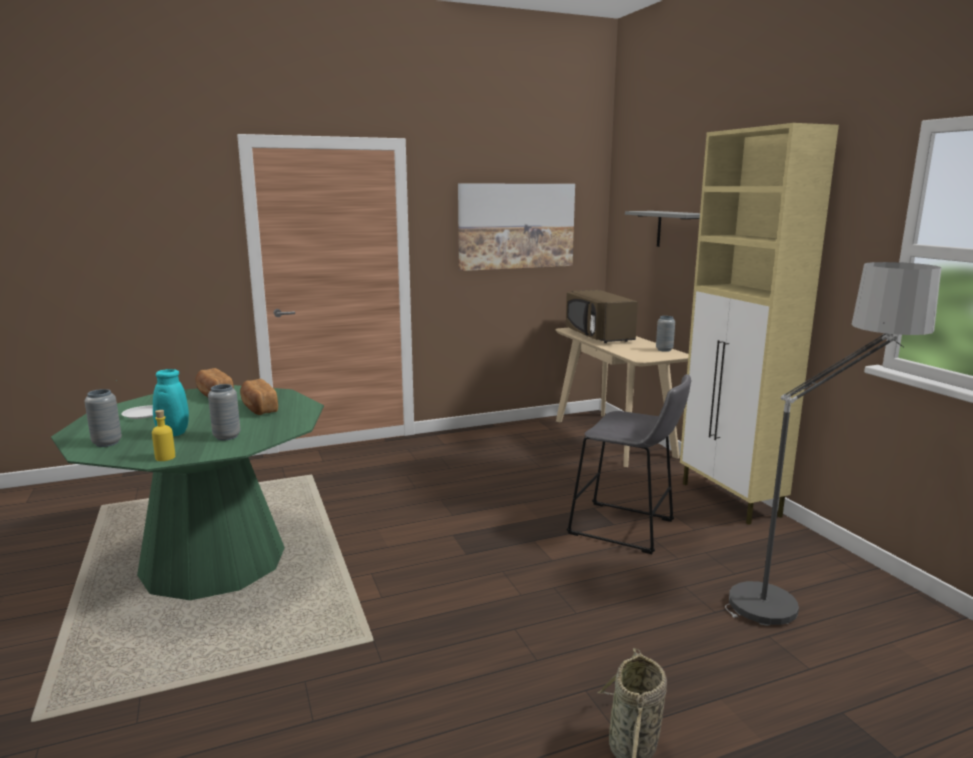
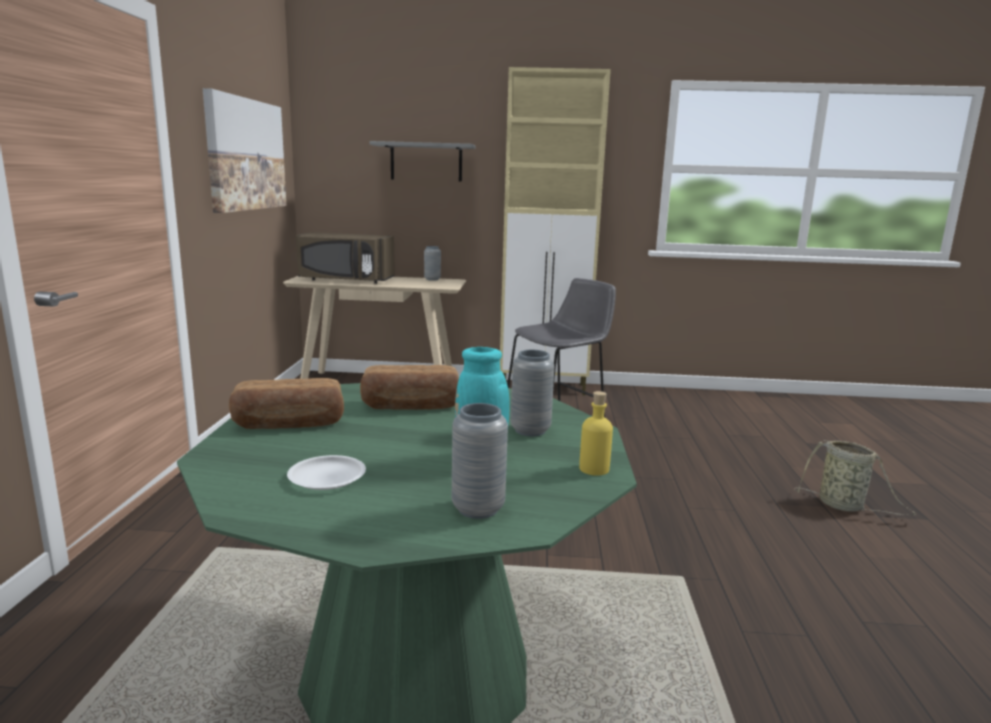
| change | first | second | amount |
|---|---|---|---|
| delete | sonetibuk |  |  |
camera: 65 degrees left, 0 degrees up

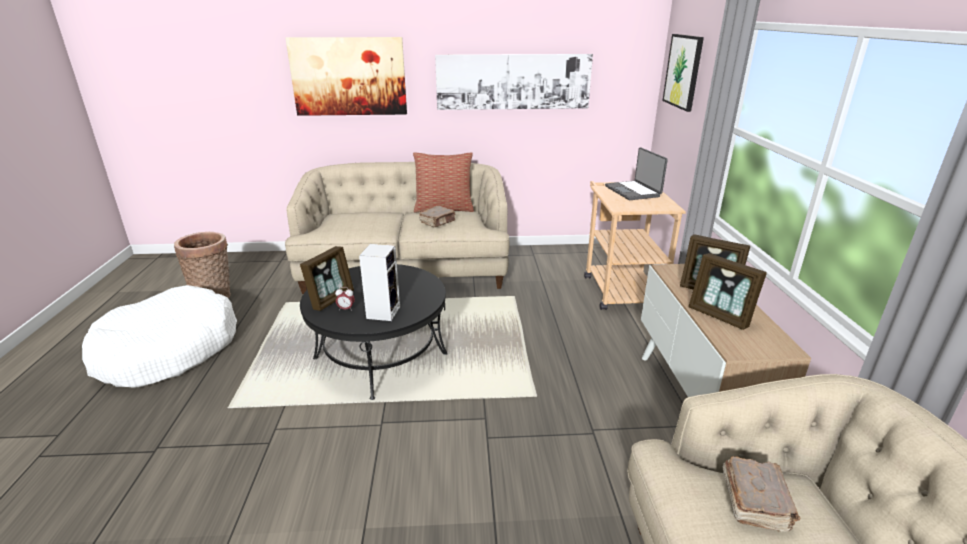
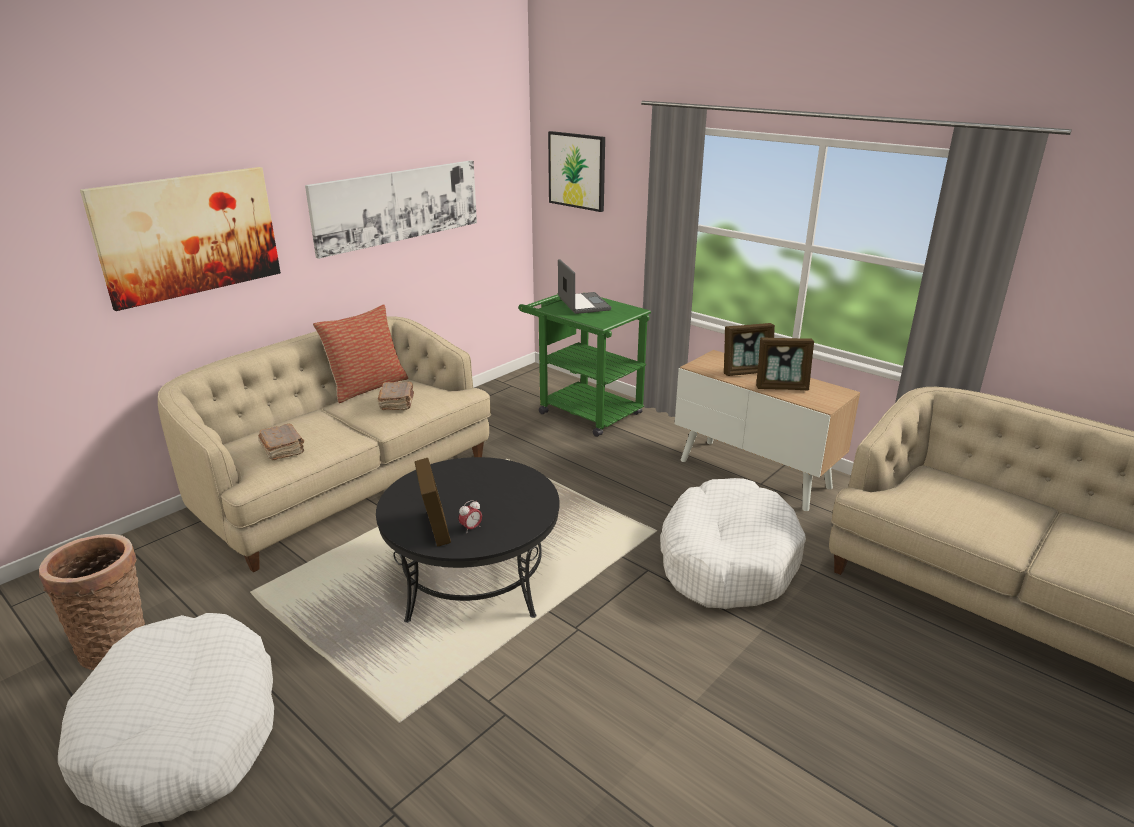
| change | first | second | amount |
|---|---|---|---|
| delete | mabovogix |  |  |
| recolor | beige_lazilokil | green_lazilokil |  |
| rotate | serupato |  | 135 degrees counterclockwise |
| move | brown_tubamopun (2nd from left in the first image) | brown_tubamopun (1st from left) |  |
| insert |  | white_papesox (2nd from left) |  |
camera: 45 degrees left, 0 degrees up

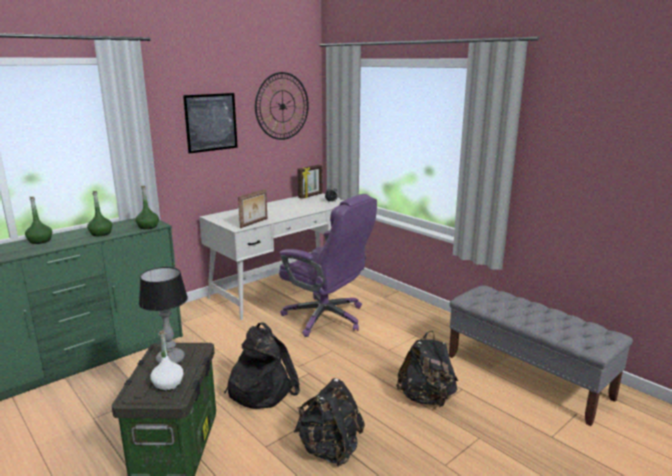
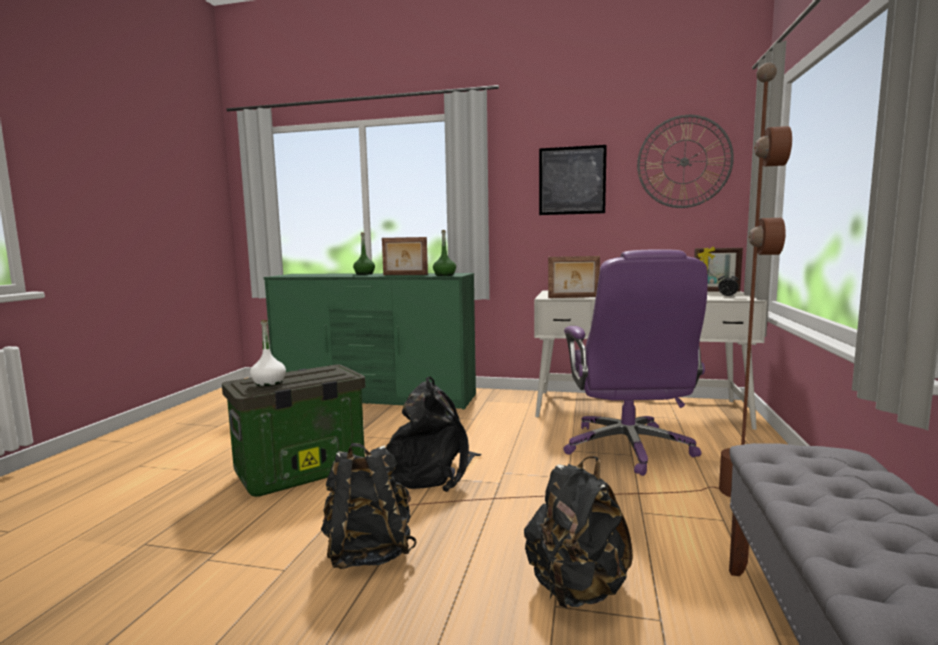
| change | first | second | amount |
|---|---|---|---|
| replace | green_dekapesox (2nd from left) | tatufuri (1st from left) |  |
| delete | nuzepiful |  |  |
| insert |  | brown_sonetibuk |  |
camera: 55 degrees right, 10 degrees down

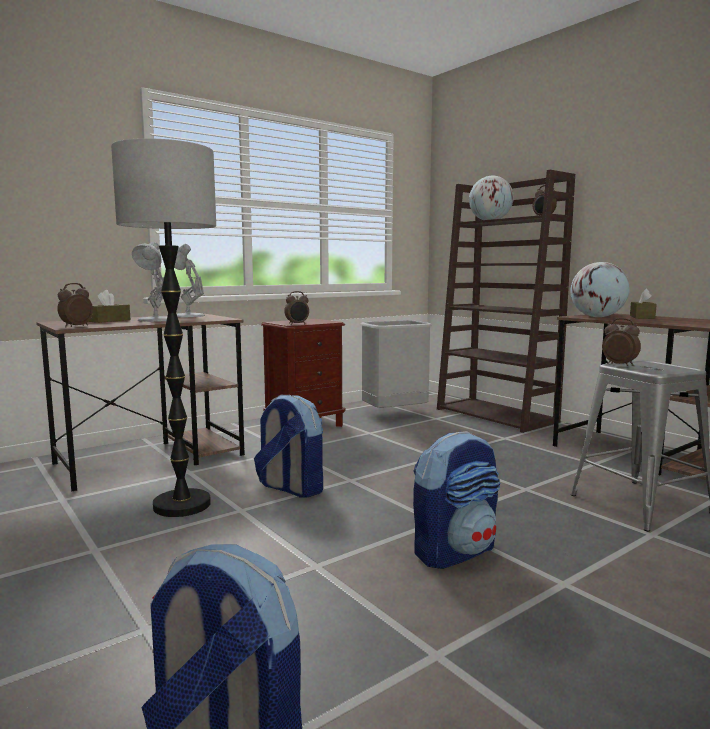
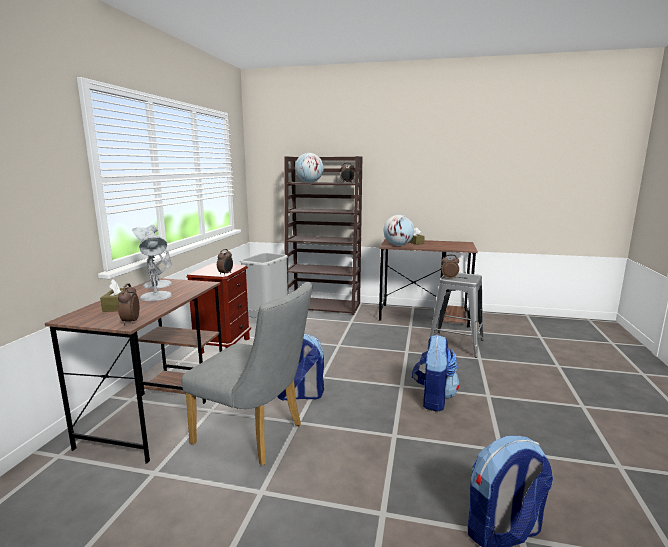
| change | first | second | amount |
|---|---|---|---|
| replace | sonetibuk | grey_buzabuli |  |
camera: 40 degrees left, 5 degrees up

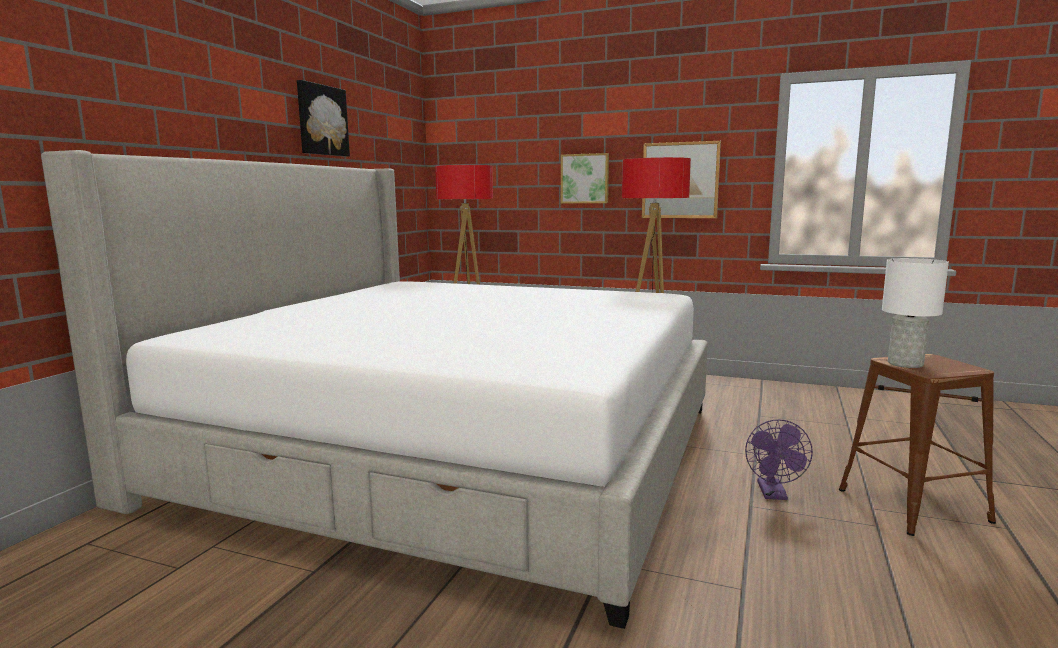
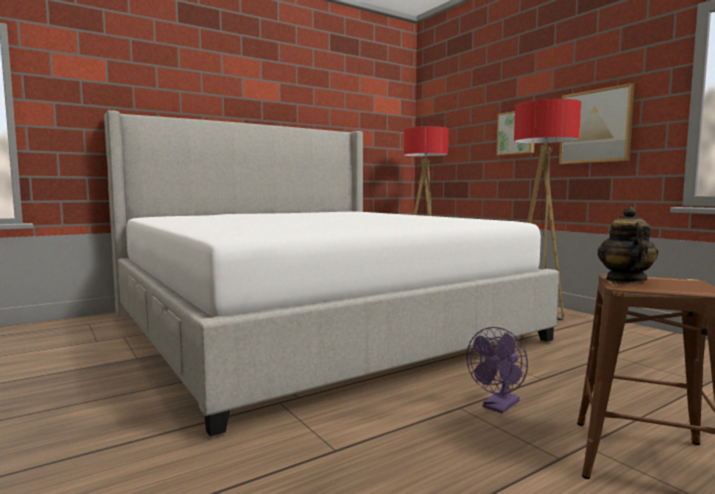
| change | first | second | amount |
|---|---|---|---|
| delete | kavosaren (1st from left) |  |  |
| replace | white_nuzepiful | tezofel |  |
camera: 35 degrees right, 5 degrees down

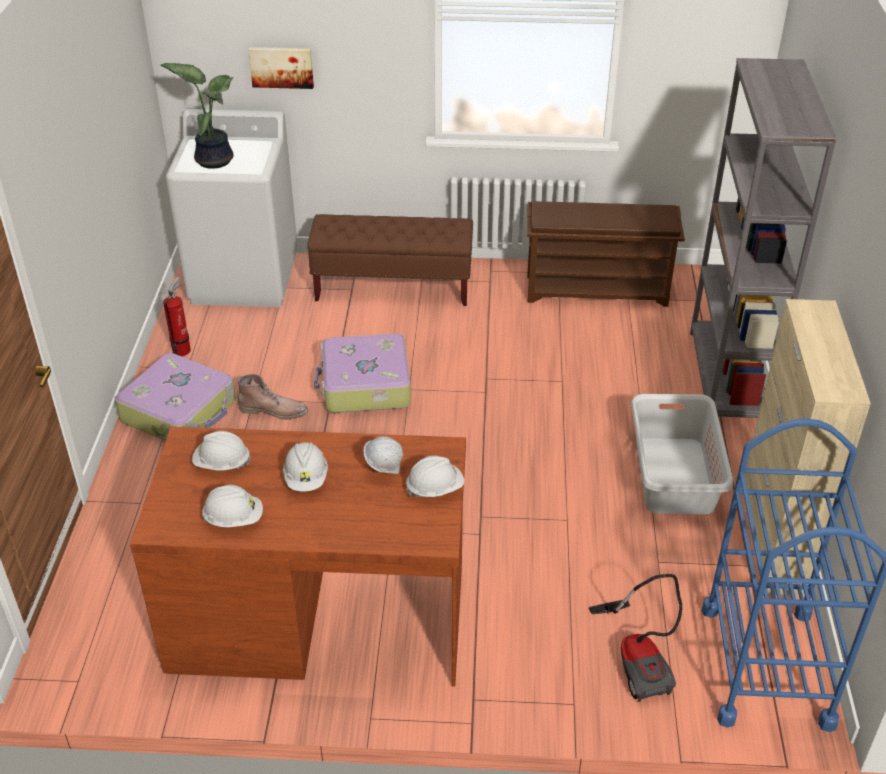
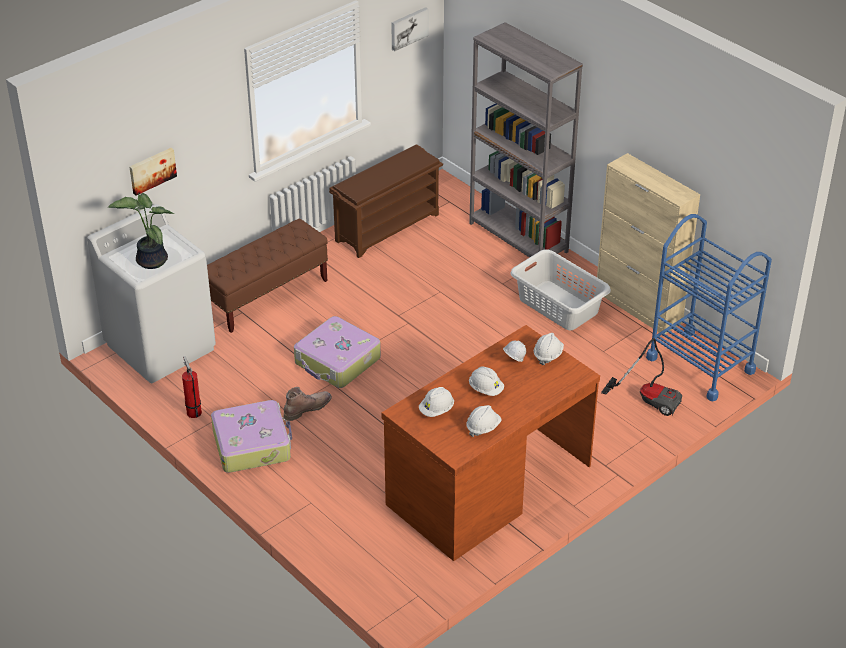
| change | first | second | amount |
|---|---|---|---|
| insert |  | kavosaren (2nd from left) |  |
camera: 45 degrees left, 0 degrees up

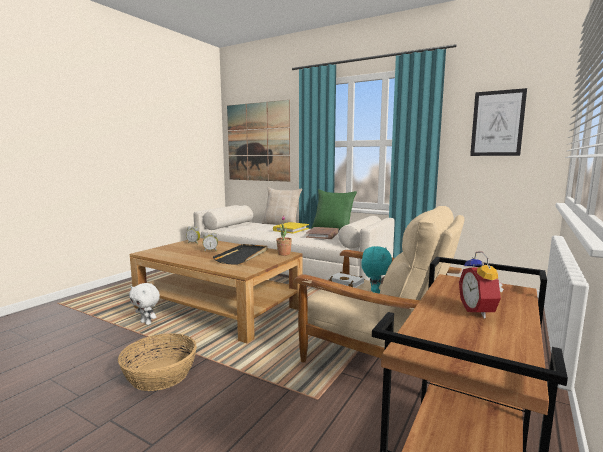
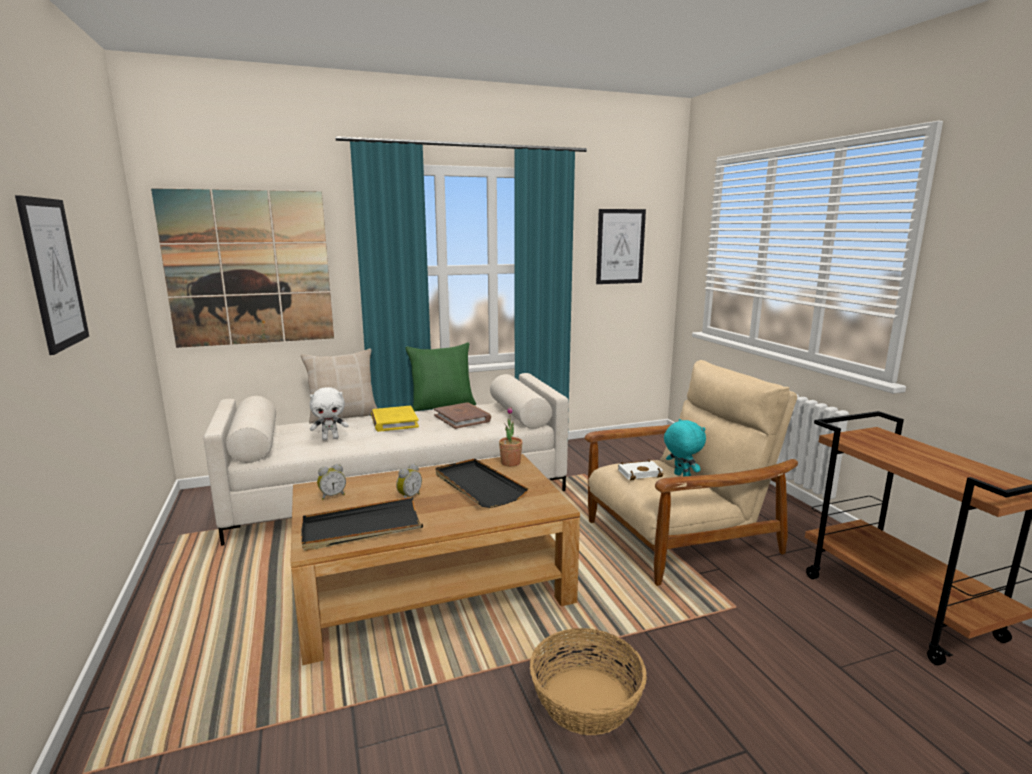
| change | first | second | amount |
|---|---|---|---|
| move | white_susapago |  |  |
| delete | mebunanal (3rd from left) |  |  |
| insert |  | kavosaren (1st from left) |  |
| insert |  | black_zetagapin (1st from left) |  |
camera: 50 degrees left, 5 degrees up

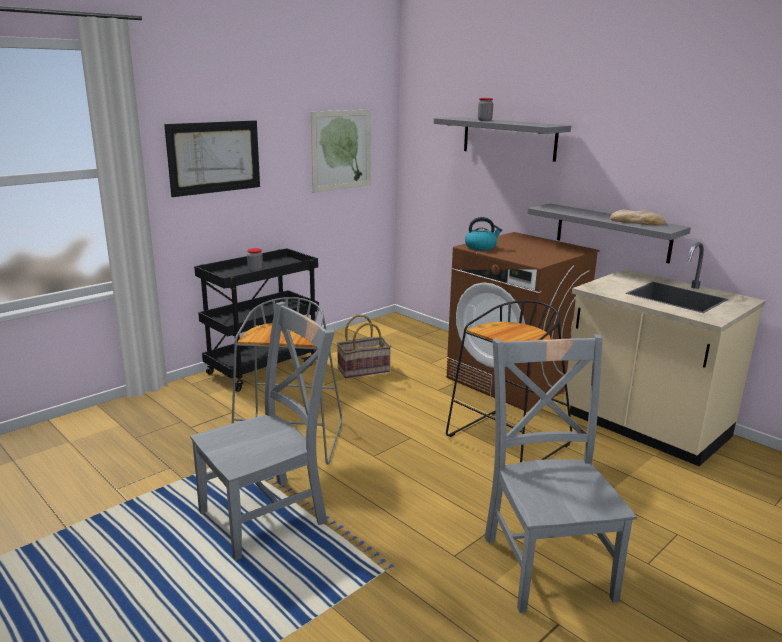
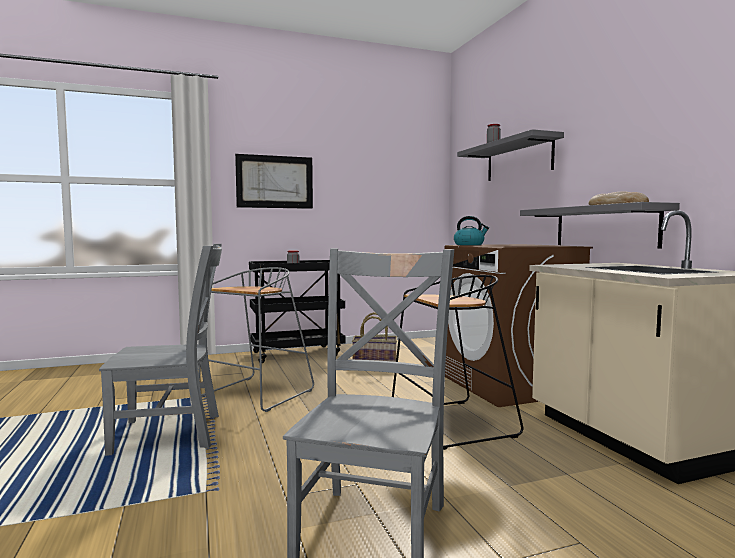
| change | first | second | amount |
|---|---|---|---|
| delete | kavosaren (2nd from left) |  |  |
camera: 25 degrees right, 15 degrees down

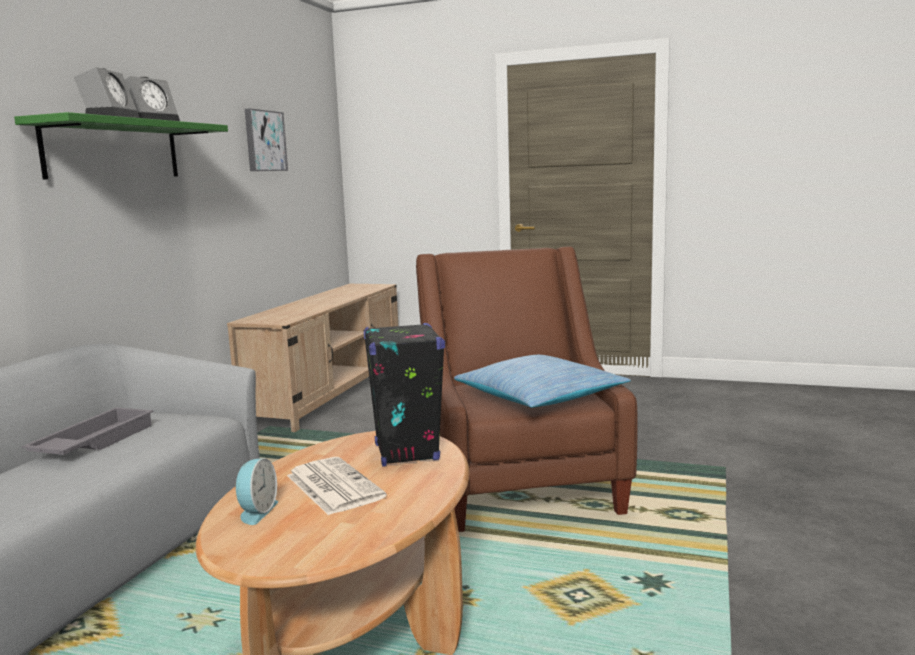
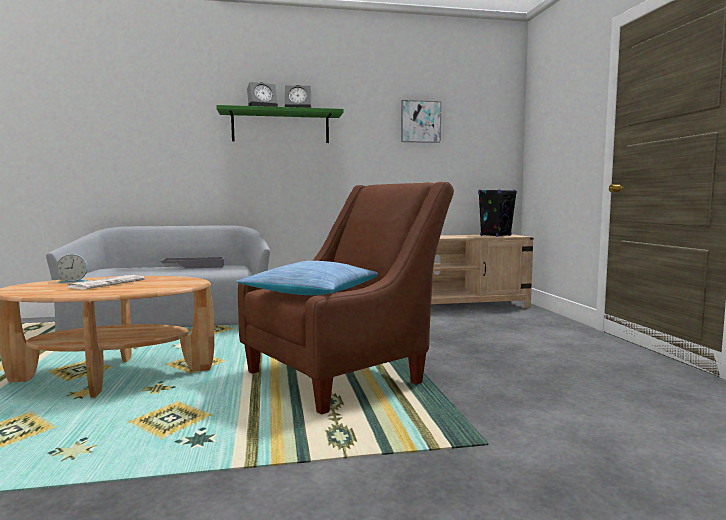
| change | first | second | amount |
|---|---|---|---|
| move | black_mabovogix |  |  |
camera: 60 degrees right, 5 degrees down

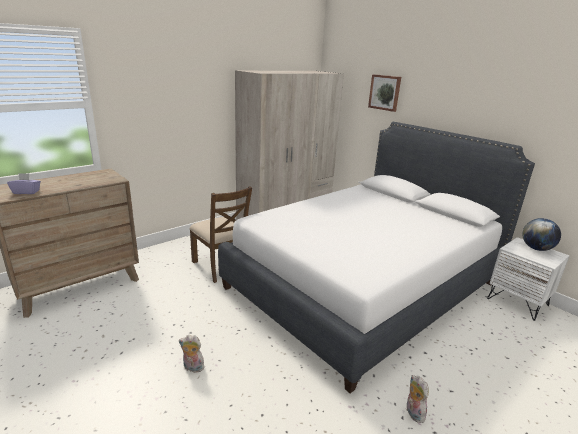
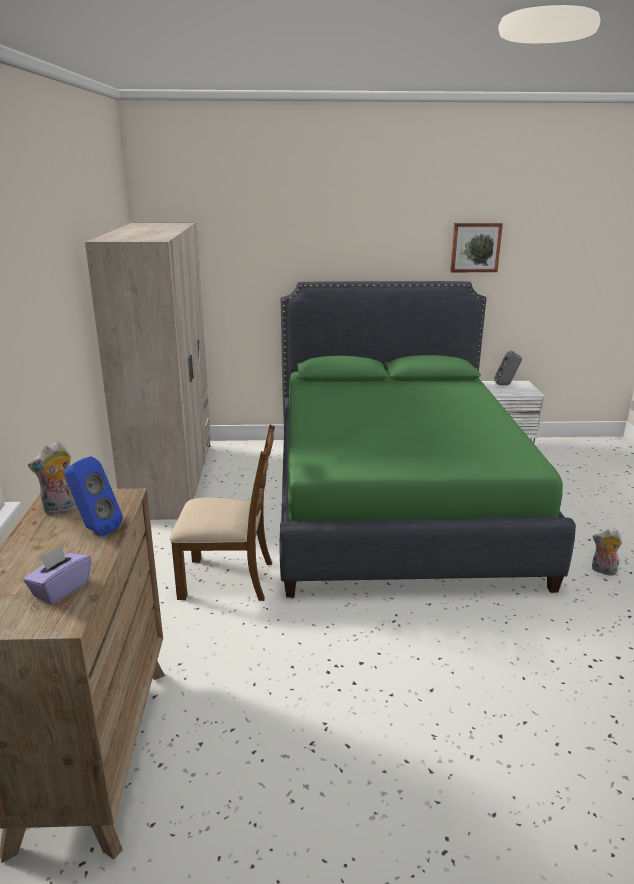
| change | first | second | amount |
|---|---|---|---|
| move | susapago (1st from left) |  |  |
| recolor | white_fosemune | green_fosemune |  |
| move | kavosaren |  |  |
| replace | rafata | grey_mabovogix |  |
| insert |  | blue_mabovogix |  |
camera: 50 degrees left, 0 degrees up

